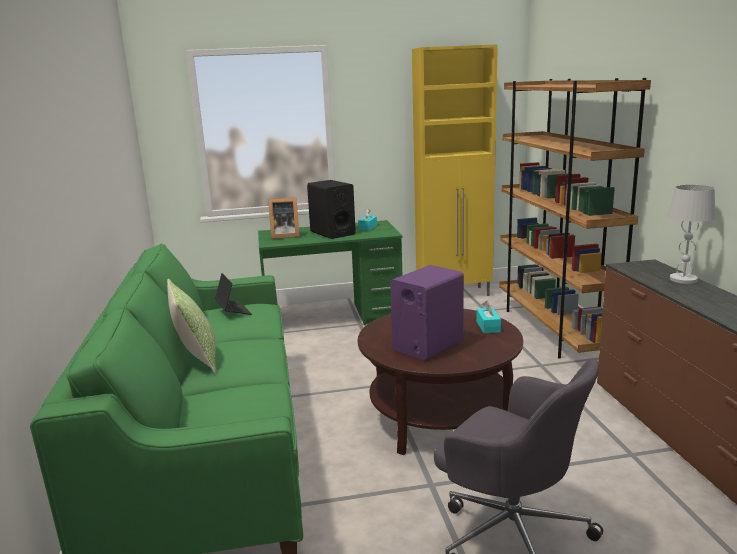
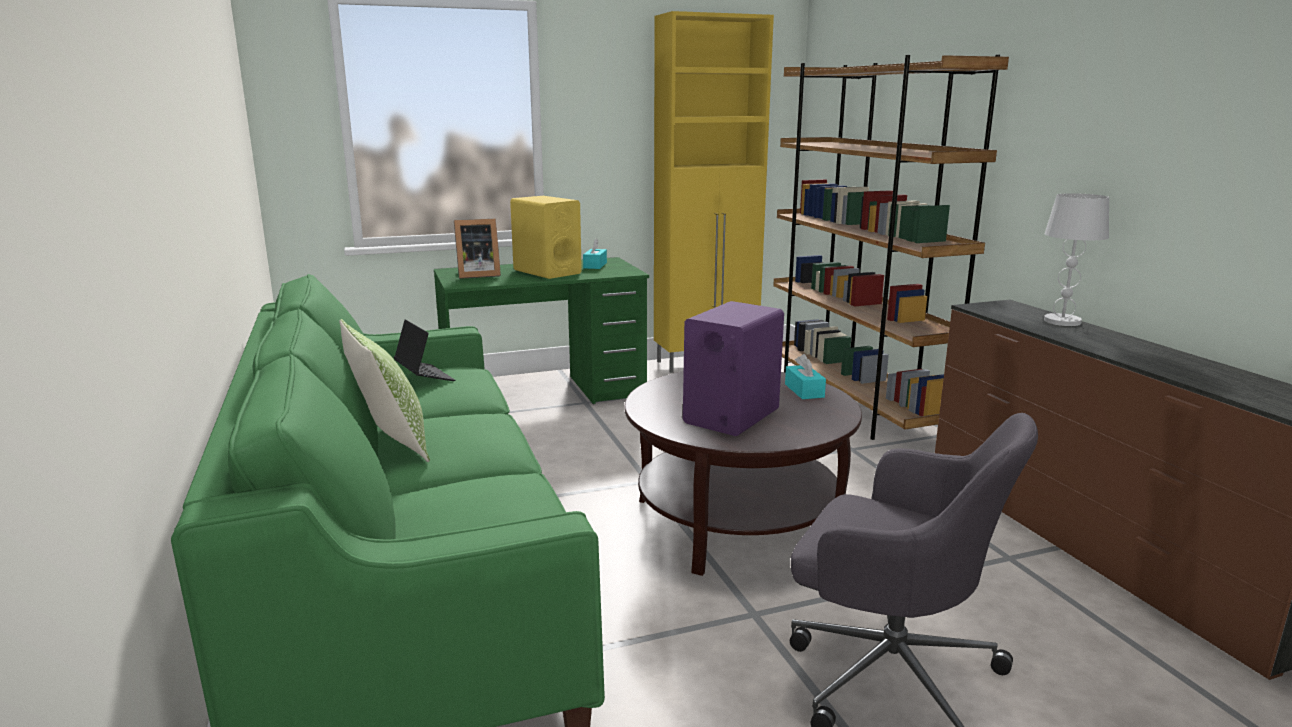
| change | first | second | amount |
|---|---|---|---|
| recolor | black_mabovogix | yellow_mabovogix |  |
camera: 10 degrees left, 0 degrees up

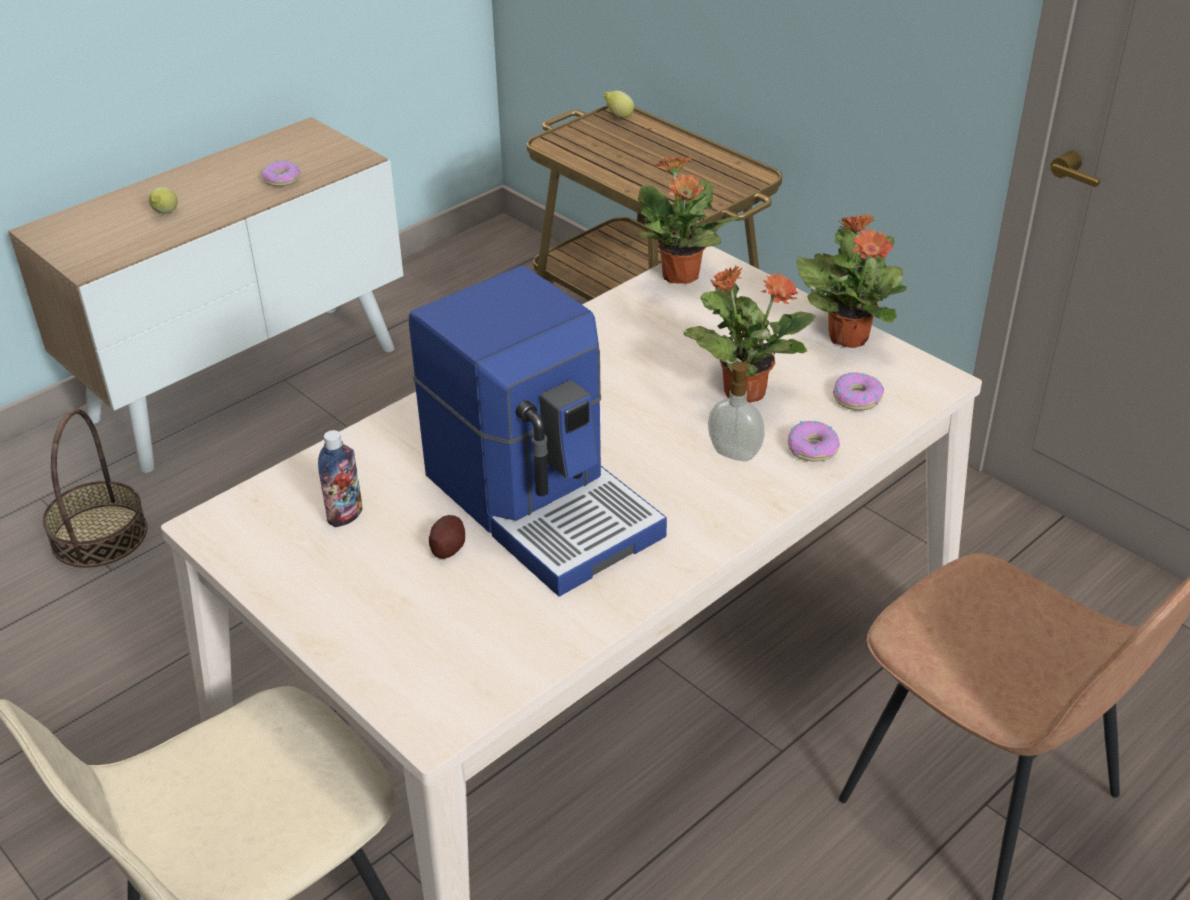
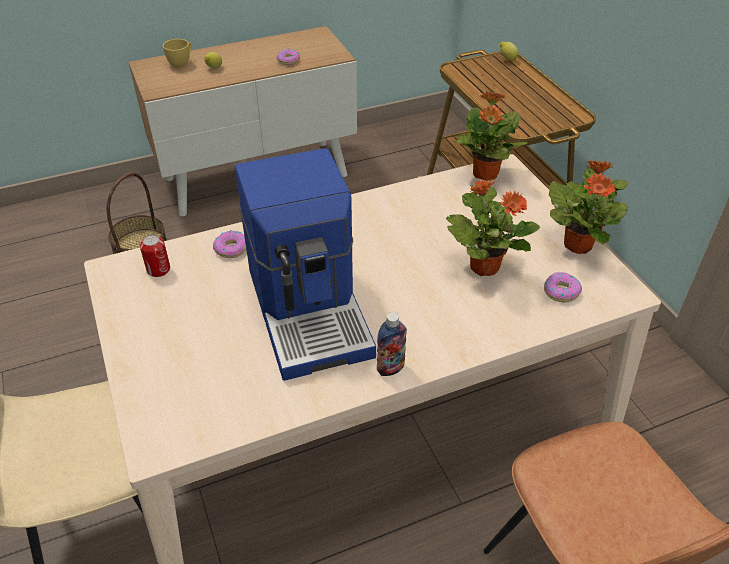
| change | first | second | amount |
|---|---|---|---|
| move | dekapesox |  |  |
| delete | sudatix |  |  |
| delete | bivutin |  |  |
| move | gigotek (2nd from left in the first image) | gigotek (1st from left) |  |
| insert |  | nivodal |  |
| insert |  | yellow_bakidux |  |
camera: 20 degrees right, 5 degrees up

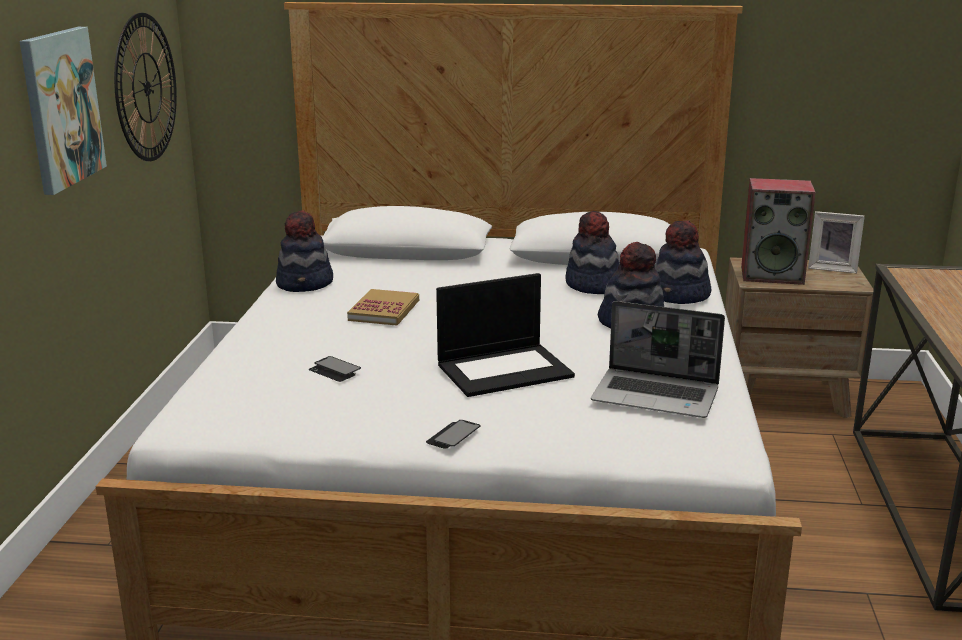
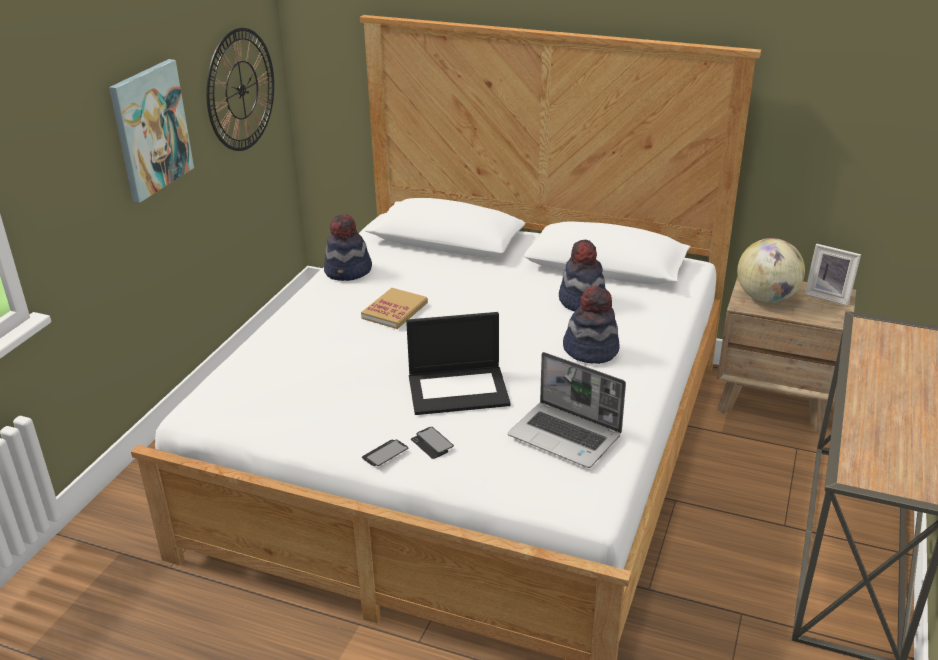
| change | first | second | amount |
|---|---|---|---|
| move | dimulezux (1st from left in the first image) | dimulezux (2nd from left) |  |
| delete | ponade (4th from left) |  |  |
| replace | mabovogix | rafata |  |
camera: 15 degrees right, 10 degrees up

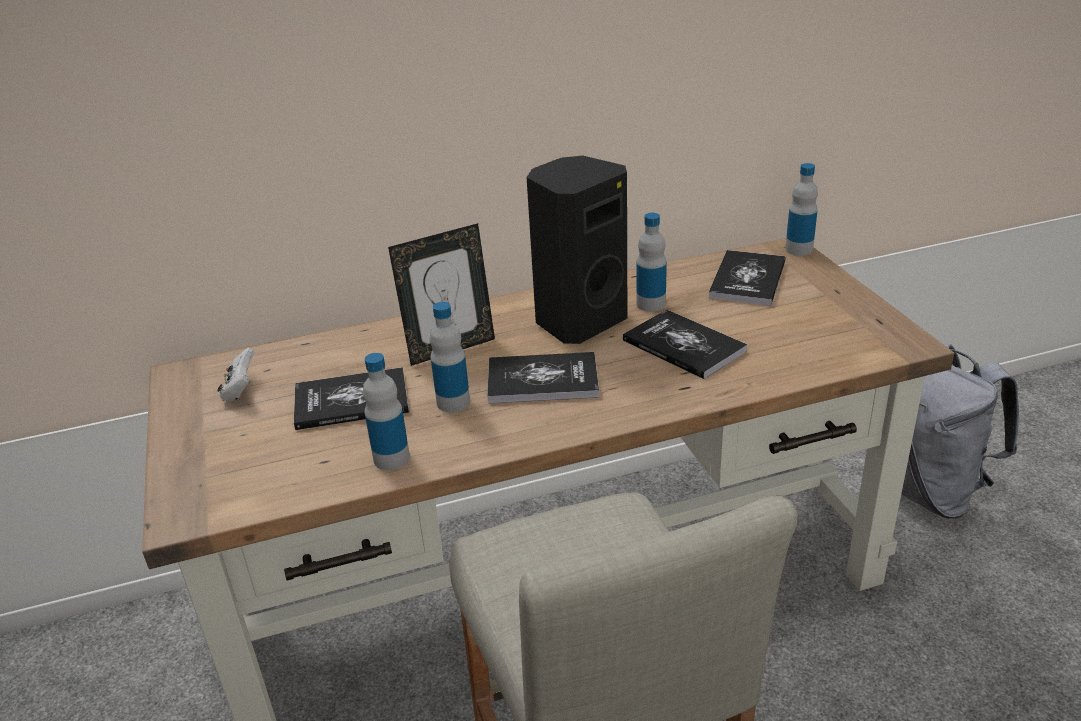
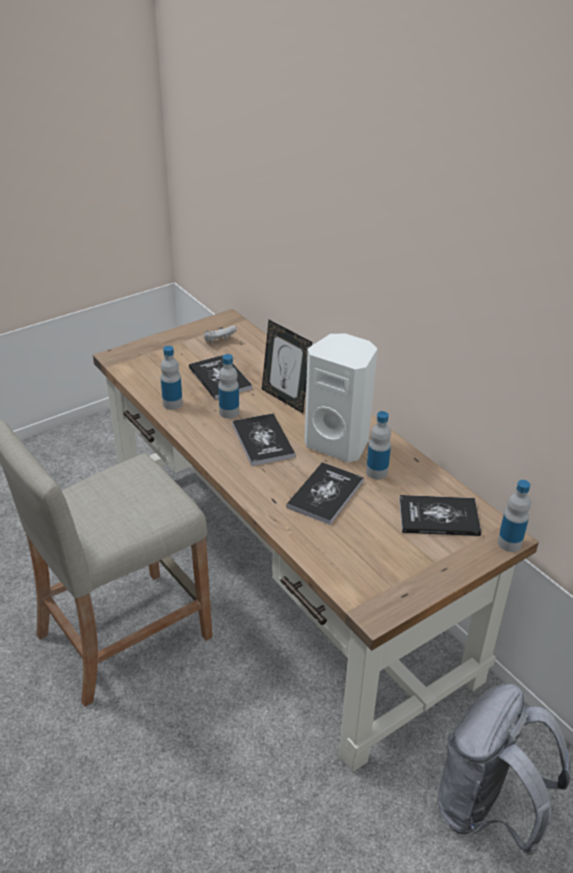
| change | first | second | amount |
|---|---|---|---|
| recolor | black_mabovogix | white_mabovogix |  |
camera: 70 degrees right, 5 degrees up

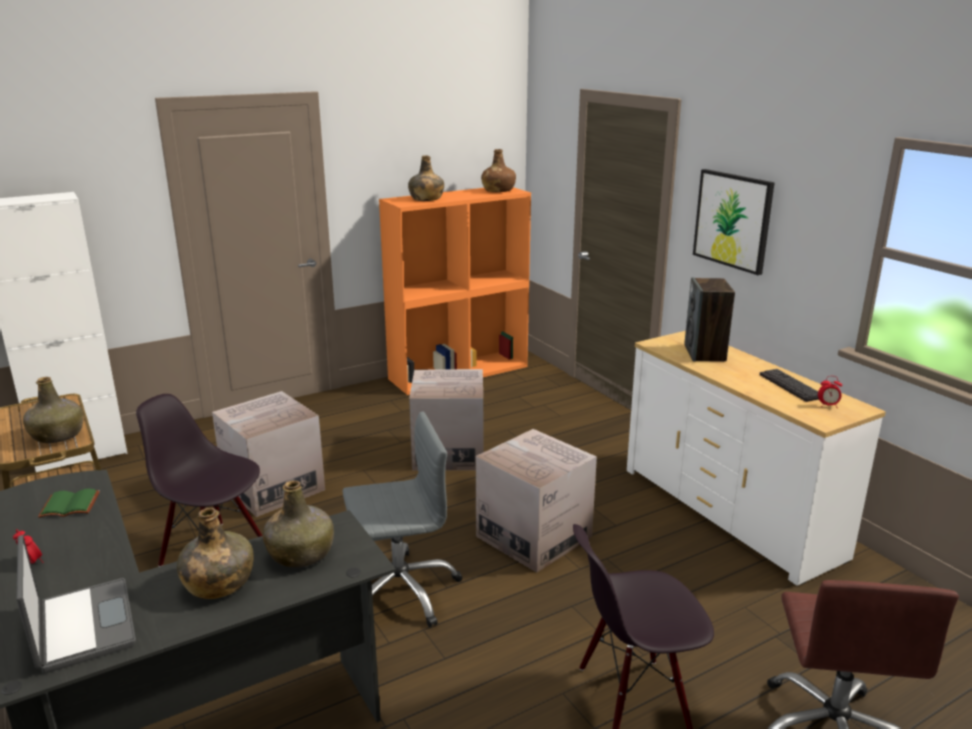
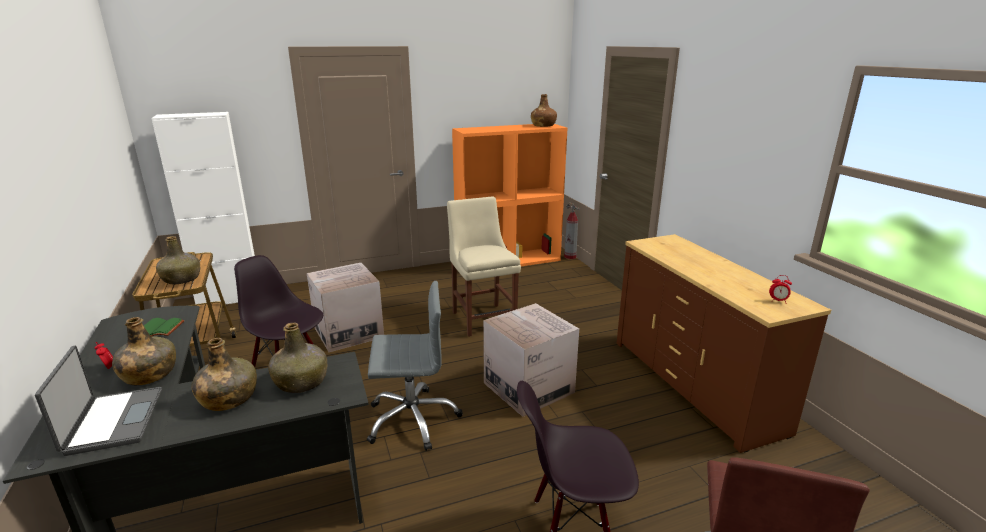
| change | first | second | amount |
|---|---|---|---|
| move | green_dekapesox (4th from left in the first image) | green_dekapesox (1st from left) |  |
| replace | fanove (2nd from left) | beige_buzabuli |  |
| recolor | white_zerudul | brown_zerudul |  |
| delete | mabovogix |  |  |
| delete | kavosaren |  |  |
| delete | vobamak |  |  |
| insert |  | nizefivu |  |
camera: 10 degrees right, 0 degrees up

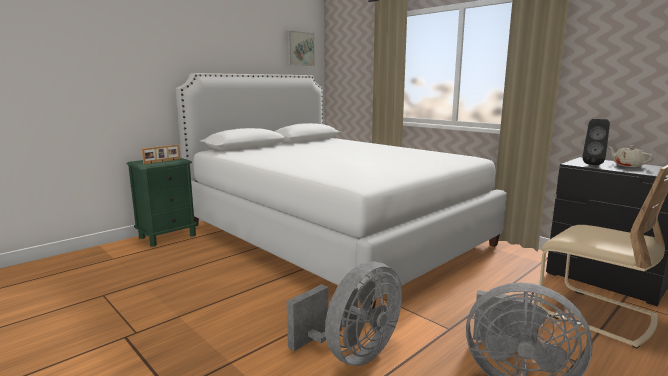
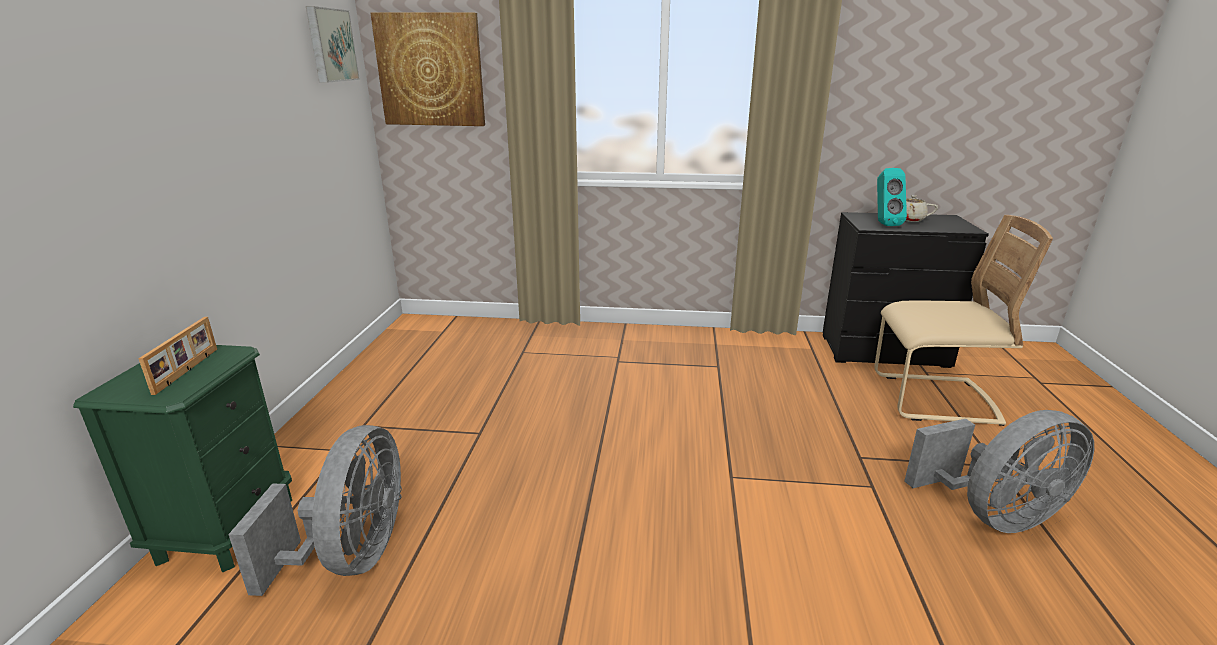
| change | first | second | amount |
|---|---|---|---|
| delete | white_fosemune |  |  |
| move | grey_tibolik (1st from left) |  |  |
| recolor | black_mabovogix | turquoise_mabovogix |  |
| insert |  | kavosaren (2nd from left) |  |
camera: 40 degrees left, 10 degrees up

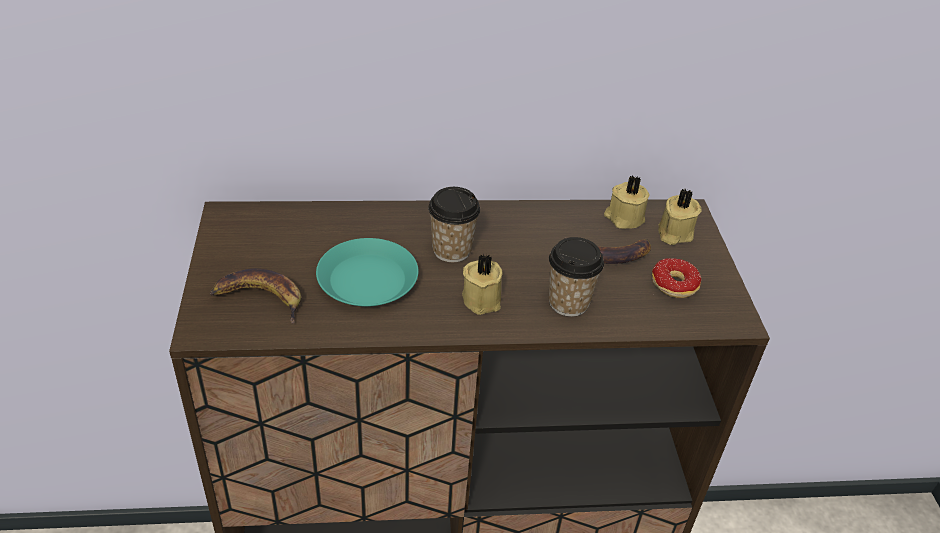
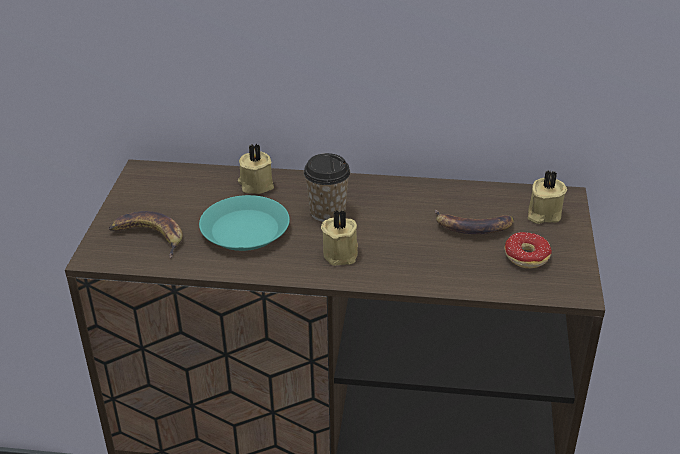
| change | first | second | amount |
|---|---|---|---|
| delete | bakidux (2nd from left) |  |  |
| move | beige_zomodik (2nd from left in the first image) | beige_zomodik (1st from left) |  |
camera: 15 degrees right, 5 degrees down

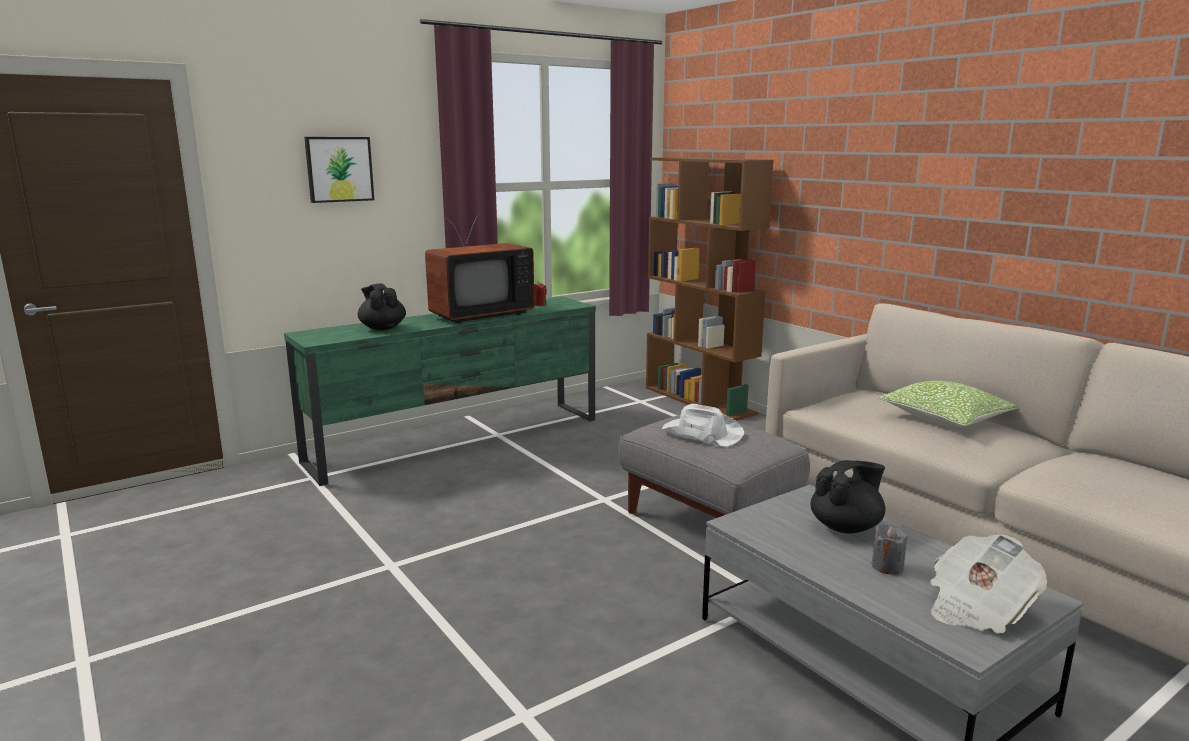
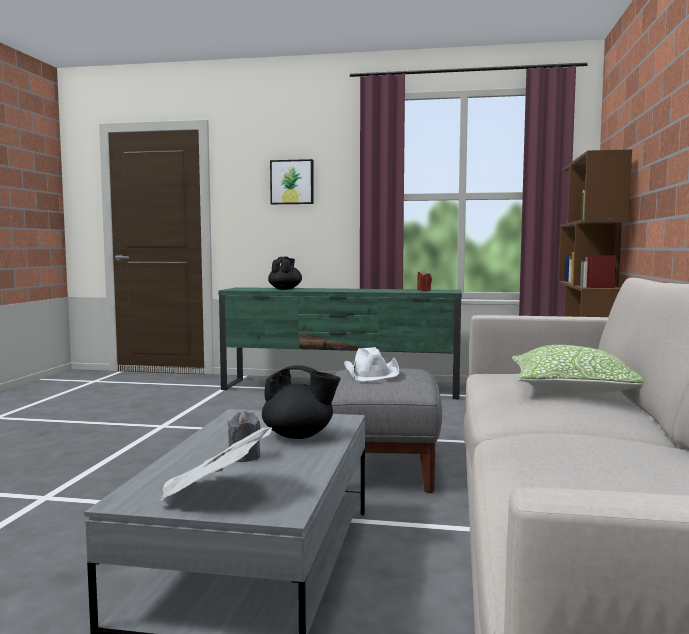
| change | first | second | amount |
|---|---|---|---|
| delete | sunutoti |  |  |
camera: 45 degrees right, 10 degrees down

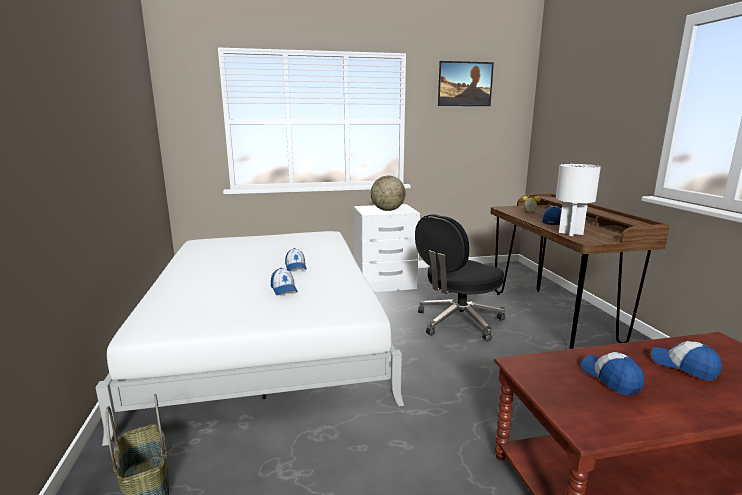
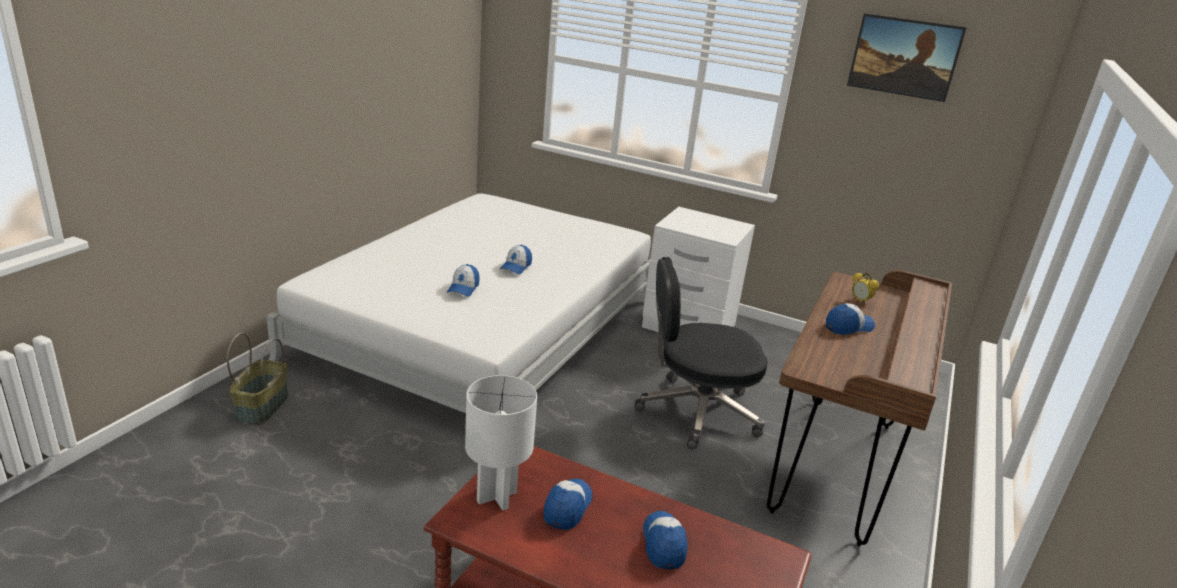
| change | first | second | amount |
|---|---|---|---|
| delete | rafata |  |  |
| move | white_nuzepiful |  |  |
camera: 35 degrees right, 10 degrees up

